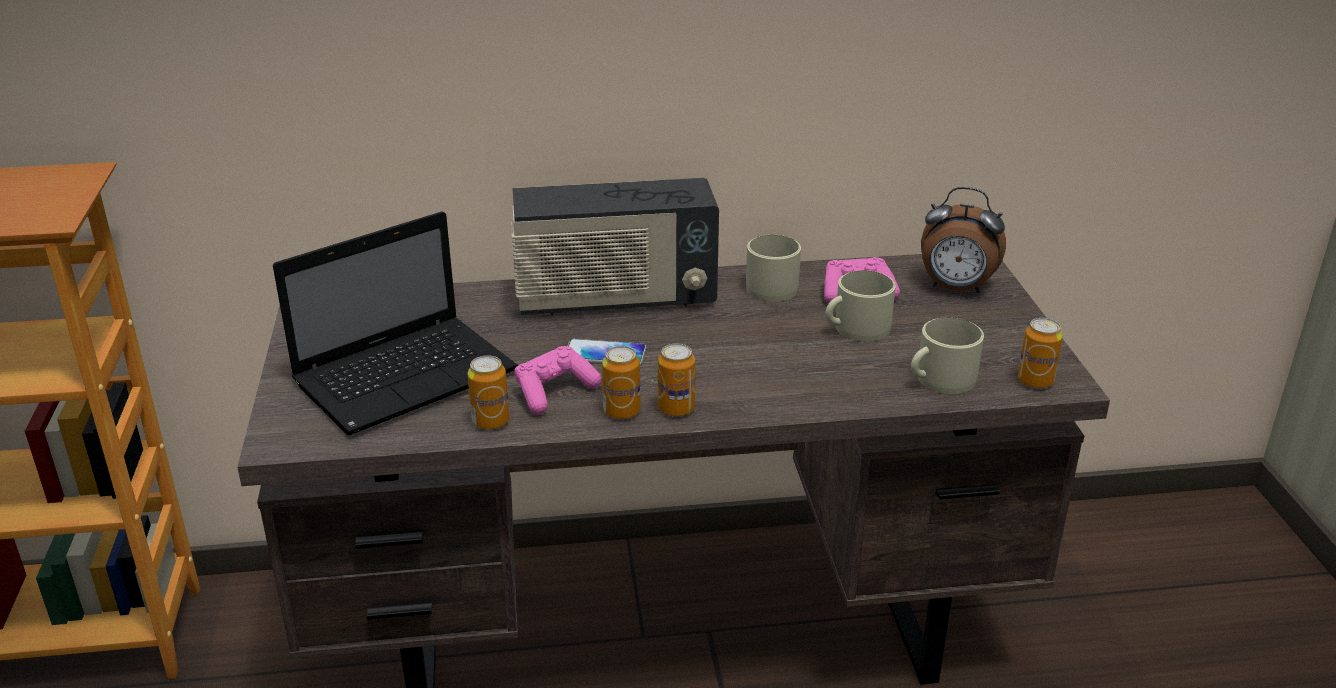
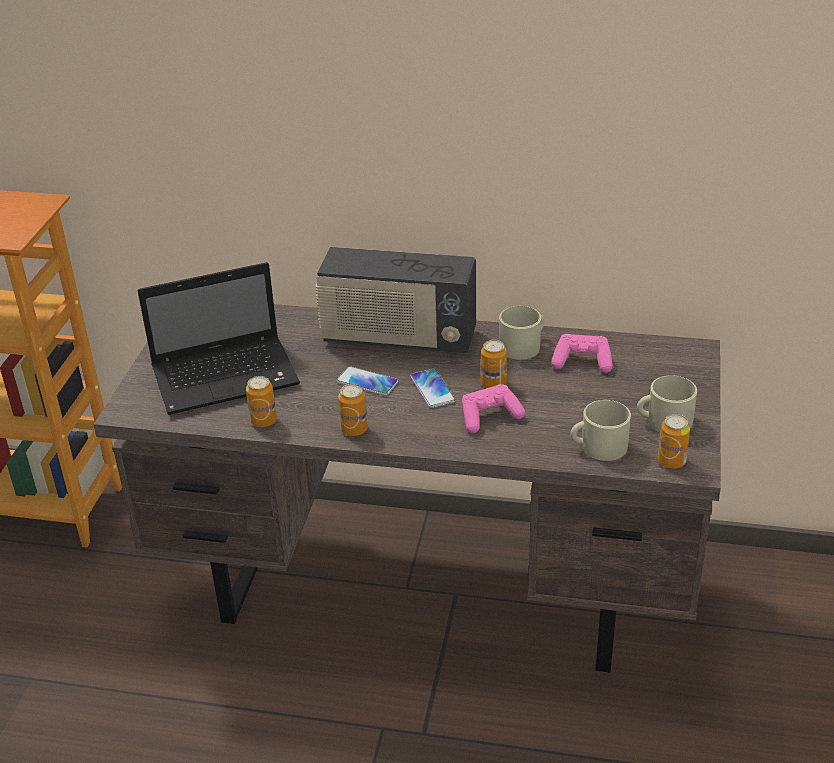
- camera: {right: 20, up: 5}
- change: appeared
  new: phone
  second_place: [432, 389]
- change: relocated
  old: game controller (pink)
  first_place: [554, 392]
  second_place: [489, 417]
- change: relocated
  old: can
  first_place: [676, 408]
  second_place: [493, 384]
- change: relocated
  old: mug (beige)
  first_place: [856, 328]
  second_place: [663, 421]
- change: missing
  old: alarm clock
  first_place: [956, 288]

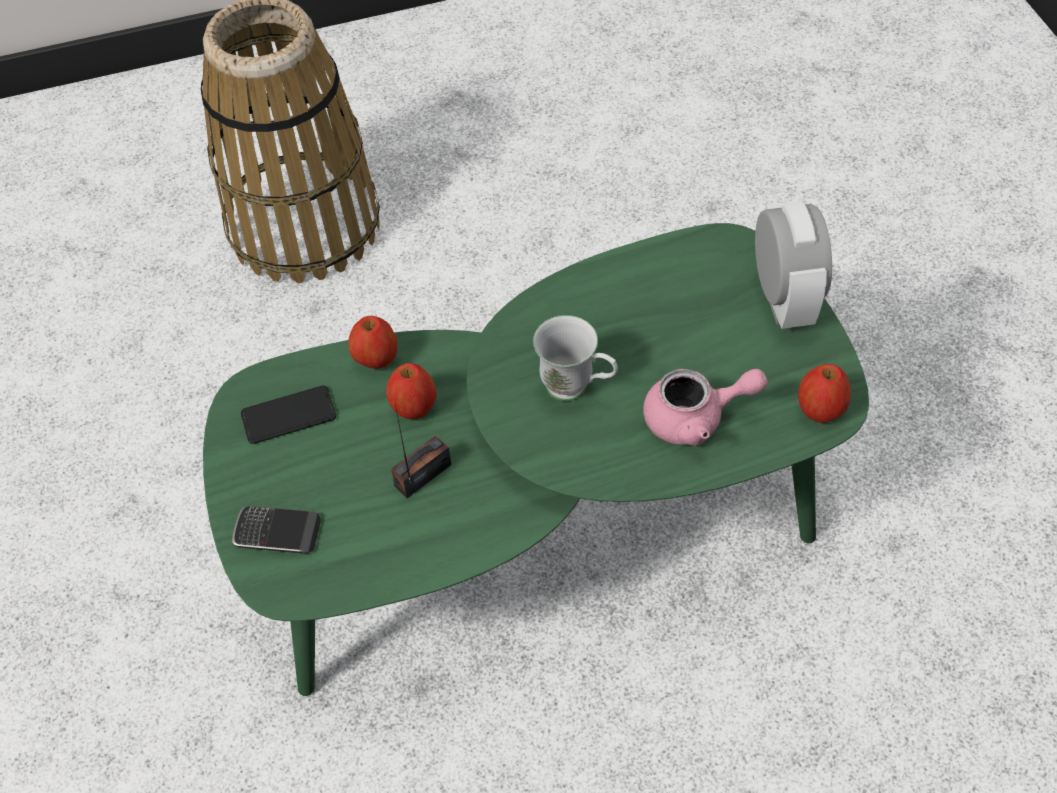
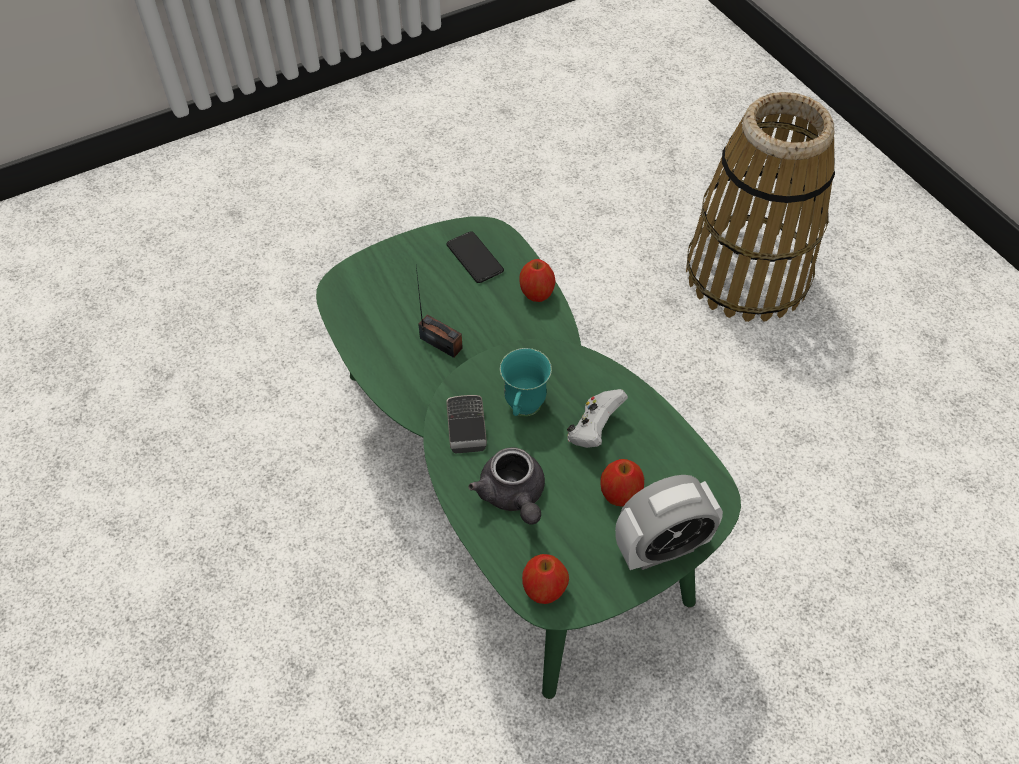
- camera: {right: 75, up: 0}
- change: relocated
  old: phone
  first_place: [277, 533]
  second_place: [466, 426]
- change: colour
  old: teapot (pink)
  new: teapot (grey)
  first_place: [695, 418]
  second_place: [513, 496]
- change: colour
  old: mug (white)
  new: mug (turquoise)
  first_place: [576, 389]
  second_place: [522, 410]
- change: appeared
  new: game controller (white)
  second_place: [594, 430]
- change: relocated
  old: apple
  first_place: [414, 407]
  second_place: [620, 494]

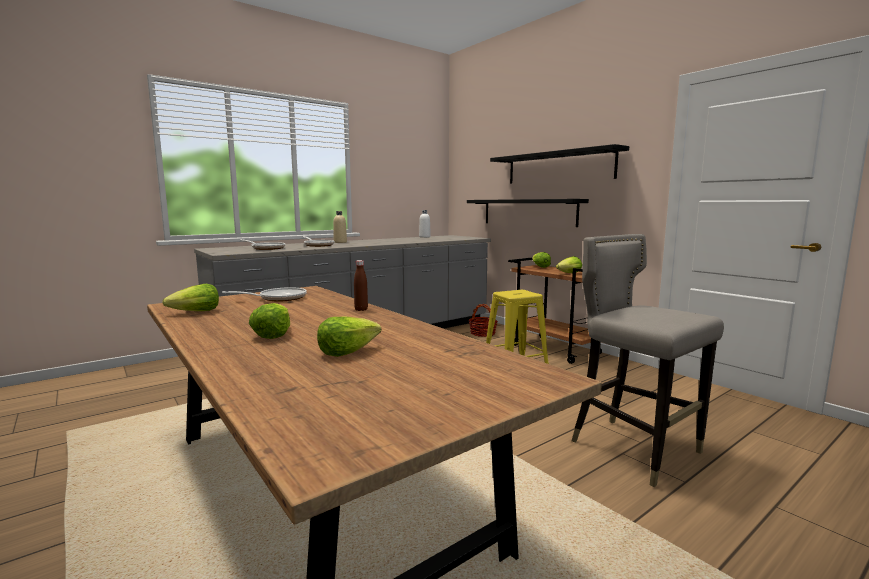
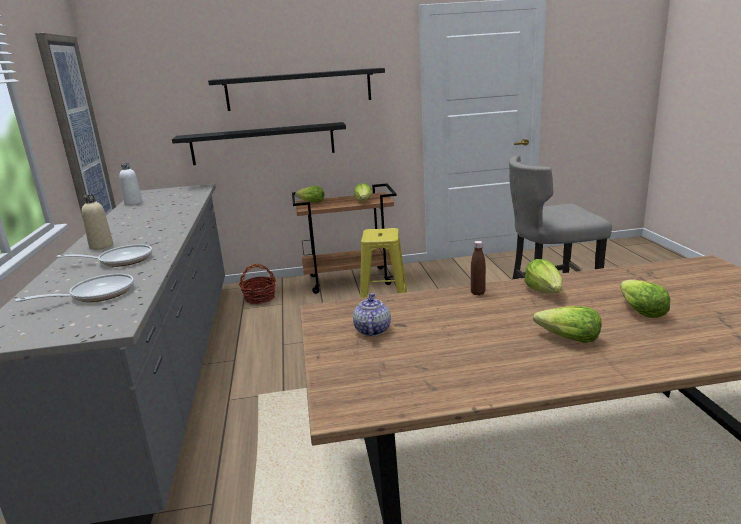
- camera: {right: -60, up: 10}
- change: appeared
  new: picture
  second_place: [78, 138]
- change: exchanged
  old: frying pan
  new: teapot
  first_place: [278, 298]
  second_place: [372, 330]
- change: relocated
  old: lettuce
  first_place: [196, 312]
  second_place: [544, 291]

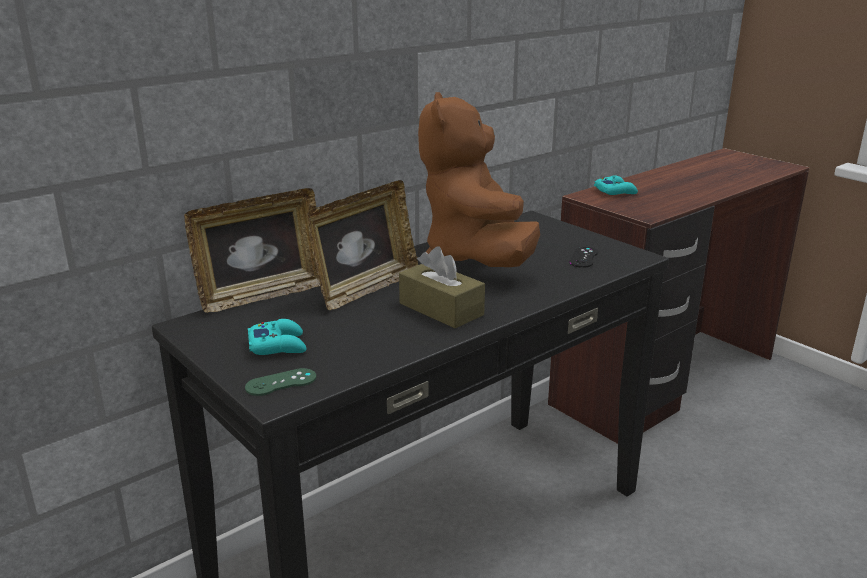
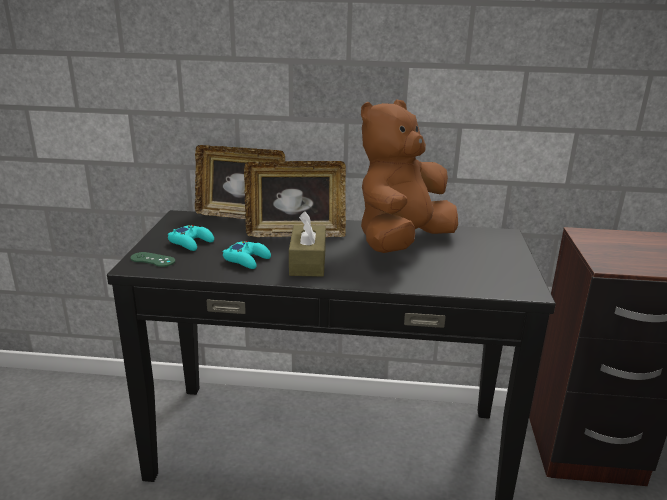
- camera: {right: 45, up: 0}
- change: relocated
  old: game controller (turquoise)
  first_place: [615, 191]
  second_place: [247, 260]
- change: missing
  old: game controller (black)
  first_place: [584, 257]

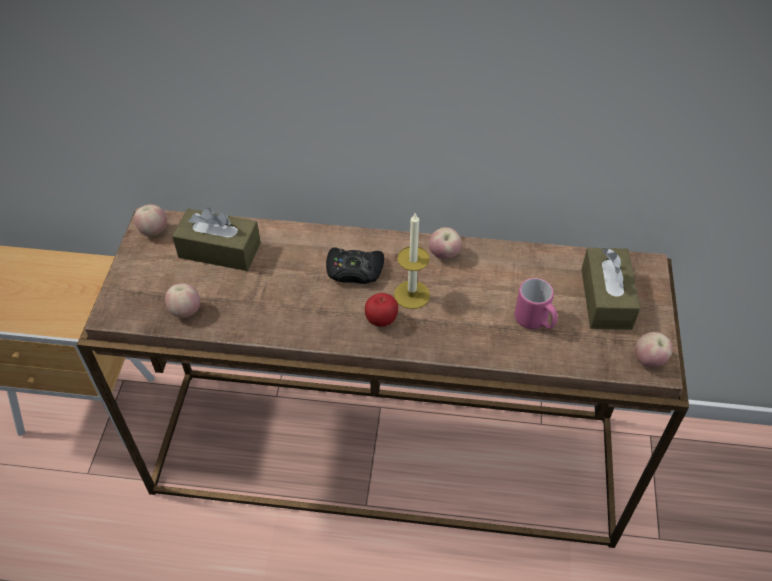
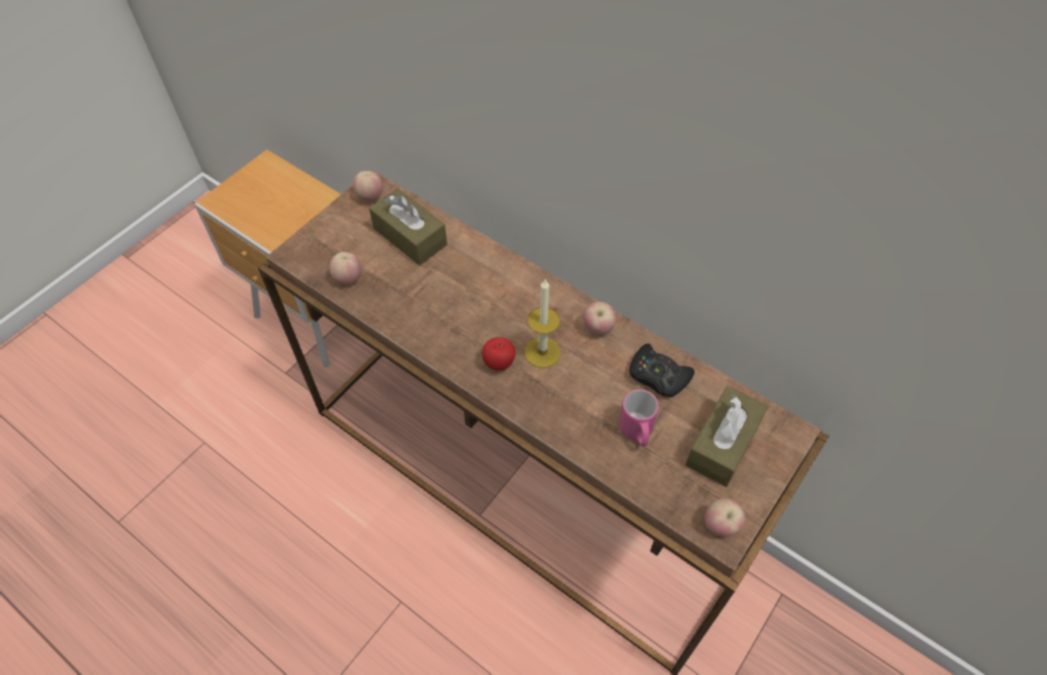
- camera: {right: 30, up: 5}
- change: relocated
  old: game controller (black)
  first_place: [354, 271]
  second_place: [658, 376]

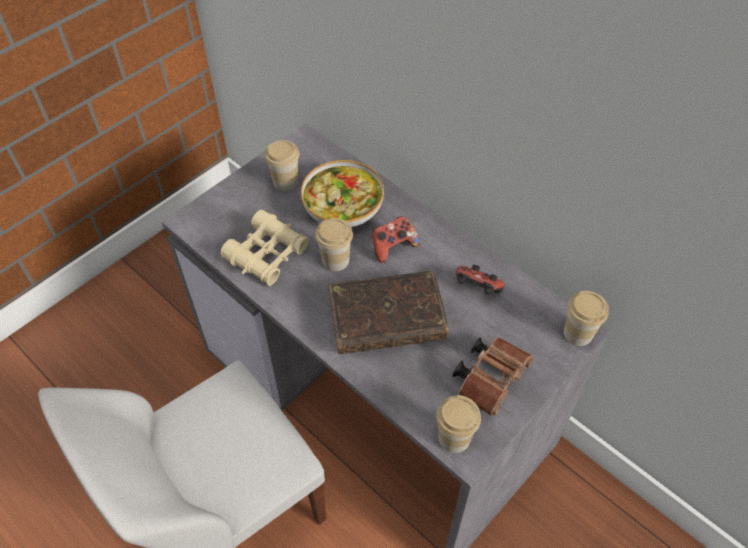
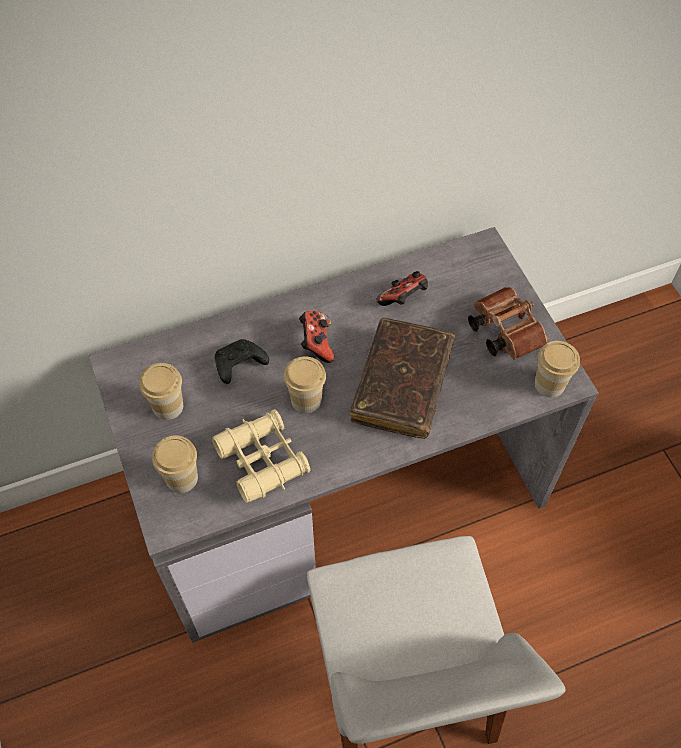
- camera: {right: -65, up: 5}
- change: relocated
  old: cup
  first_place: [578, 333]
  second_place: [181, 478]
- change: exchanged
  old: bowl
  new: game controller (black)
  first_place: [343, 207]
  second_place: [239, 365]

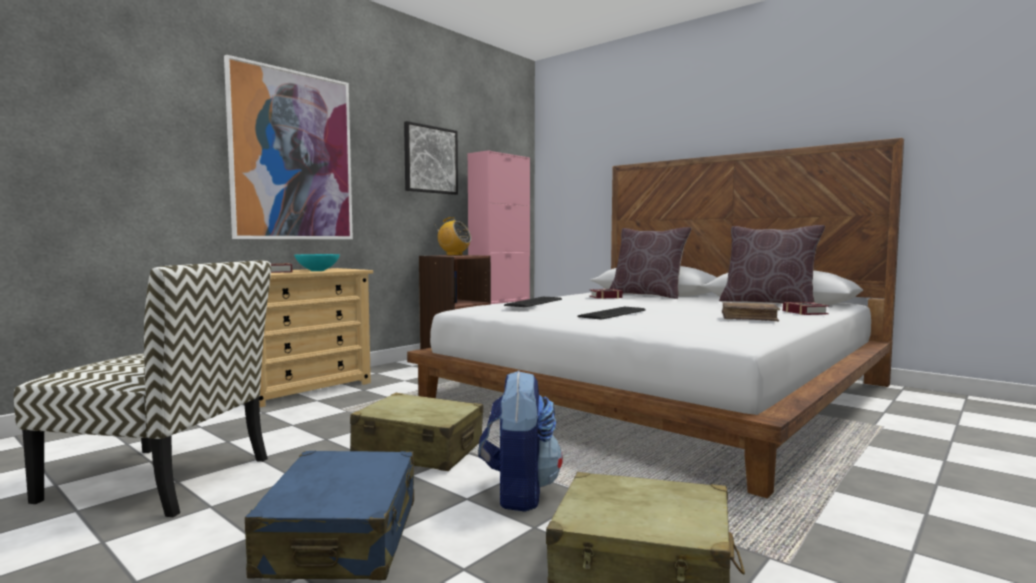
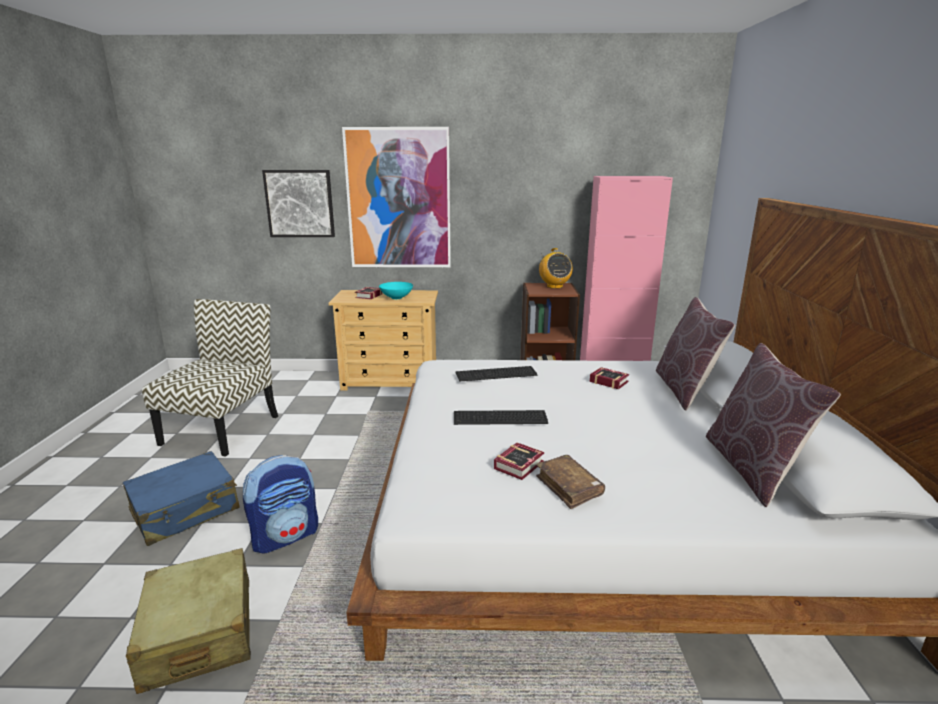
- camera: {right: 50, up: 15}
- change: spun
  old: chair
  first_place: [163, 479]
  second_place: [222, 429]
  degrees: -135
- change: relocated
  old: picture
  first_place: [430, 159]
  second_place: [300, 203]
- change: relocated
  old: book
  first_place: [804, 312]
  second_place: [521, 465]
- change: missing
  old: suitcase (beige)
  first_place: [419, 450]

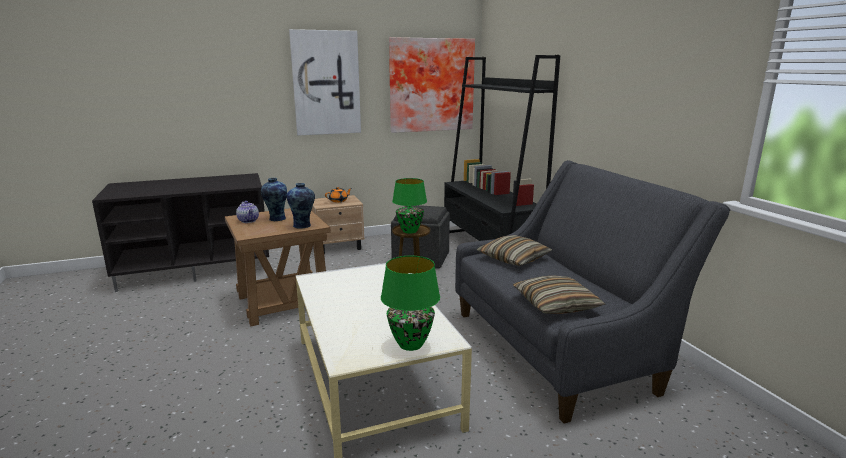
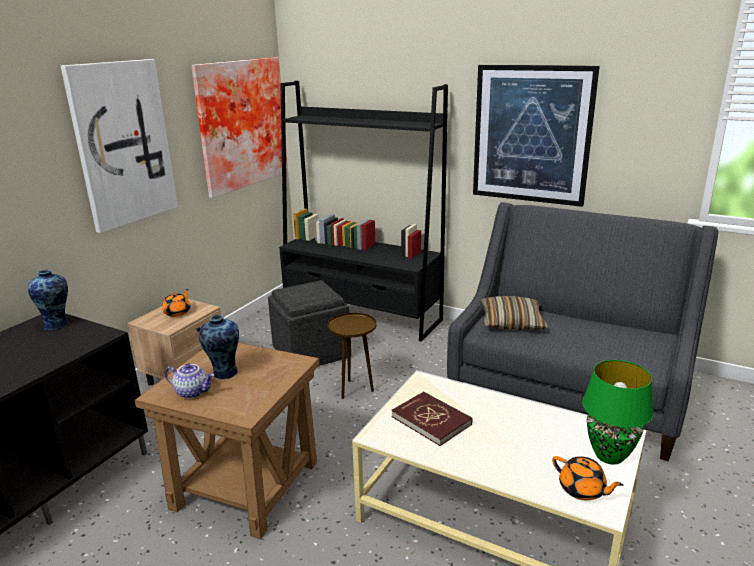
- camera: {right: -40, up: 5}
- change: relocated
  old: vase
  first_place: [303, 226]
  second_place: [57, 324]
- change: appeared
  new: book (red)
  second_place: [431, 420]
- change: appeared
  new: picture
  second_place: [531, 135]
- change: appeared
  new: teapot (orange)
  second_place: [582, 490]
- change: missing
  old: table lamp (green)
  first_place: [410, 231]
- change: missing
  old: pillow
  first_place: [555, 304]

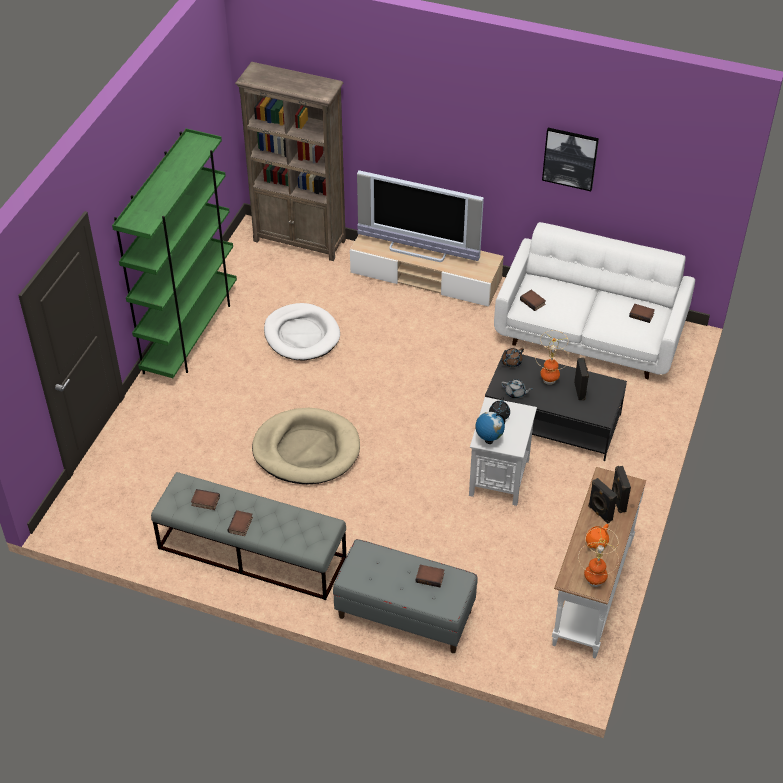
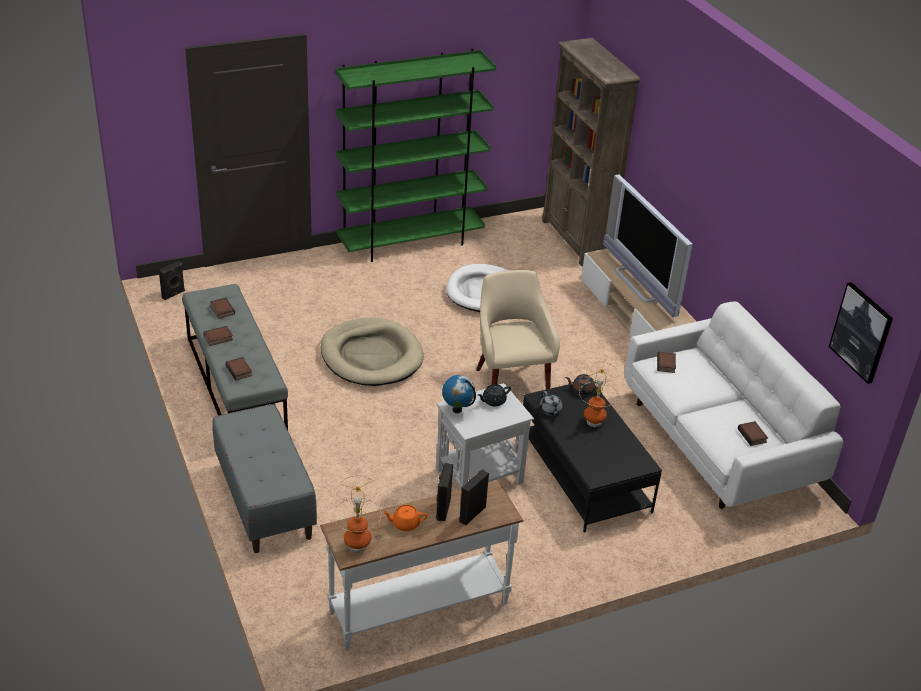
- camera: {right: 45, up: -10}
- change: relocated
  old: speaker (black)
  first_place: [580, 391]
  second_place: [174, 294]
- change: relocated
  old: book
  first_place: [430, 577]
  second_place: [240, 371]
- change: appeared
  new: armchair (beige)
  second_place: [511, 379]
- change: relocated
  old: picture
  first_place: [570, 158]
  second_place: [861, 332]

